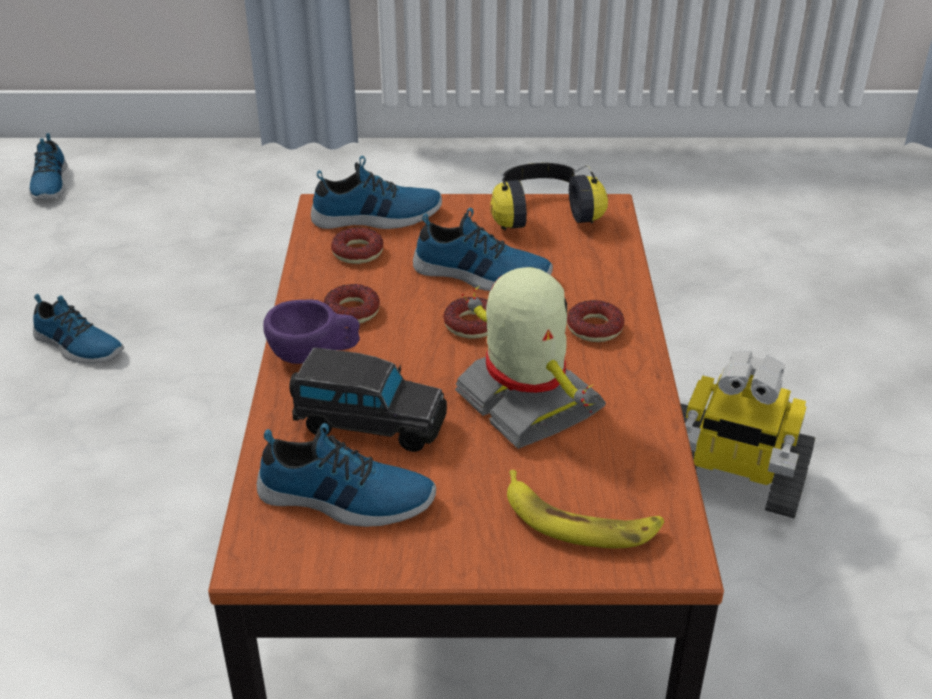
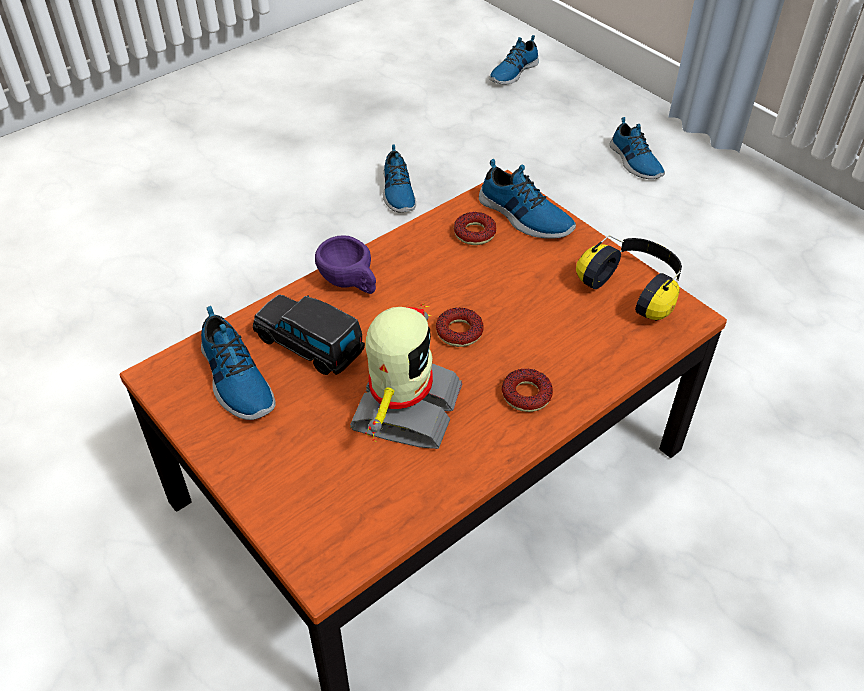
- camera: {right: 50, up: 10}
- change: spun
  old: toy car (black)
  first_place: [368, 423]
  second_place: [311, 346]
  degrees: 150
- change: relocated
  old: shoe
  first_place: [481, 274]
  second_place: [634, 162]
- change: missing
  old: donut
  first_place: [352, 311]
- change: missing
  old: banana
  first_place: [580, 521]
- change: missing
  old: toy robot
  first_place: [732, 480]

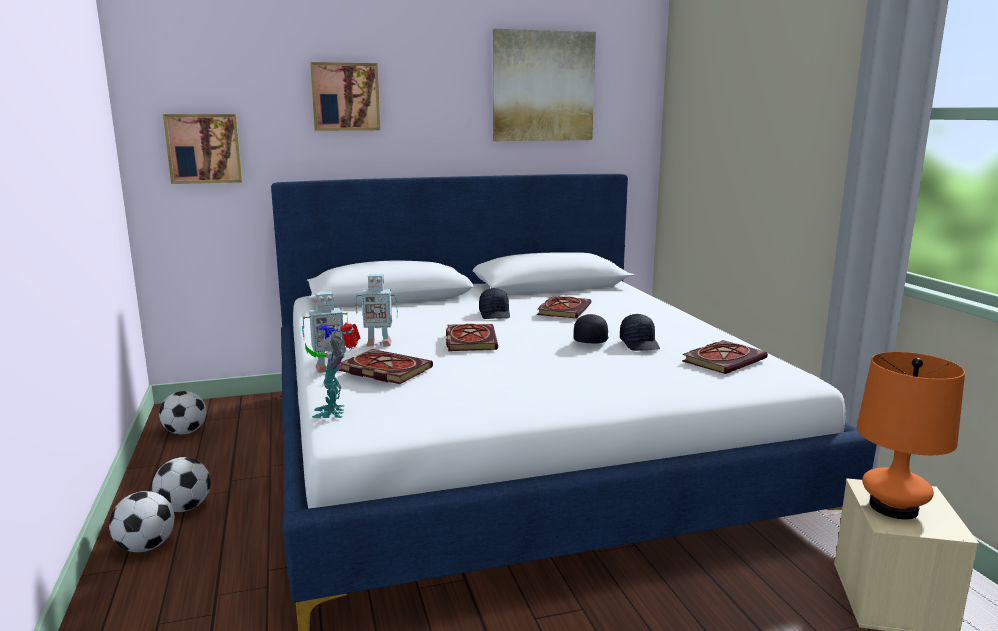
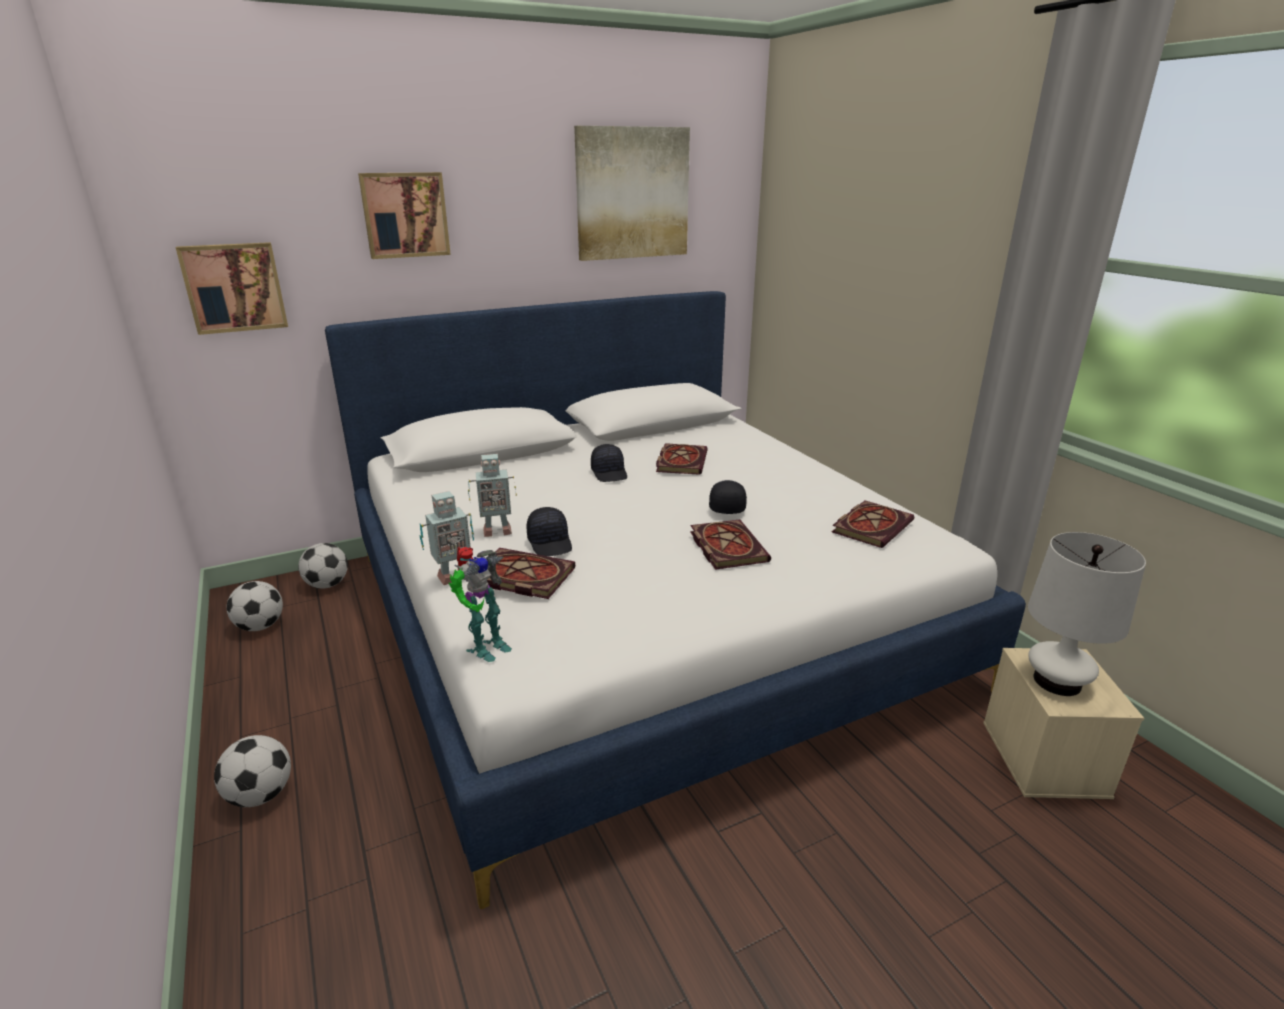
- camera: {right: -10, up: 10}
- change: relocated
  old: football
  first_place: [184, 508]
  second_place: [327, 585]
- change: spun
  old: toy robot
  first_place: [334, 411]
  second_place: [485, 647]
  degrees: -120
- change: relocated
  old: cap (black)
  first_place: [640, 344]
  second_place: [550, 543]
- change: relocated
  old: book
  first_place: [469, 340]
  second_place: [725, 546]
- change: colour
  old: table lamp (orange)
  new: table lamp (white)
  first_place: [893, 507]
  second_place: [1057, 681]

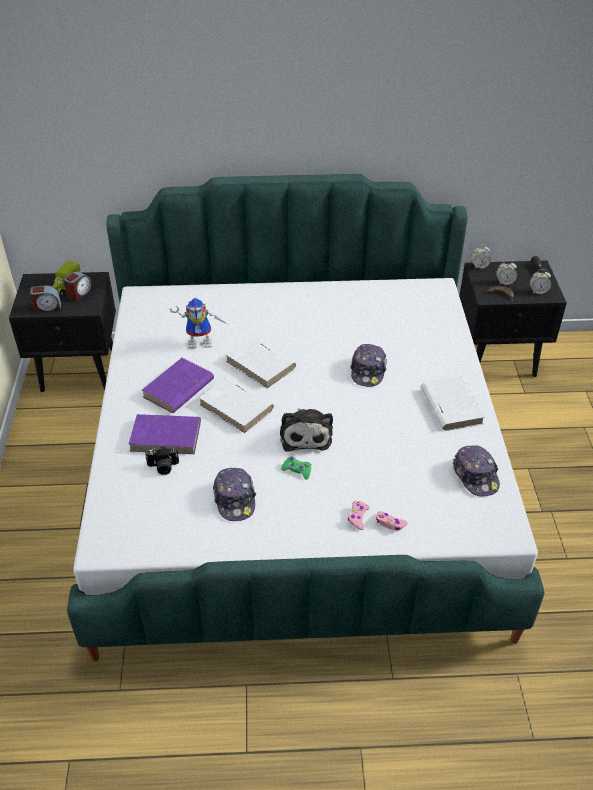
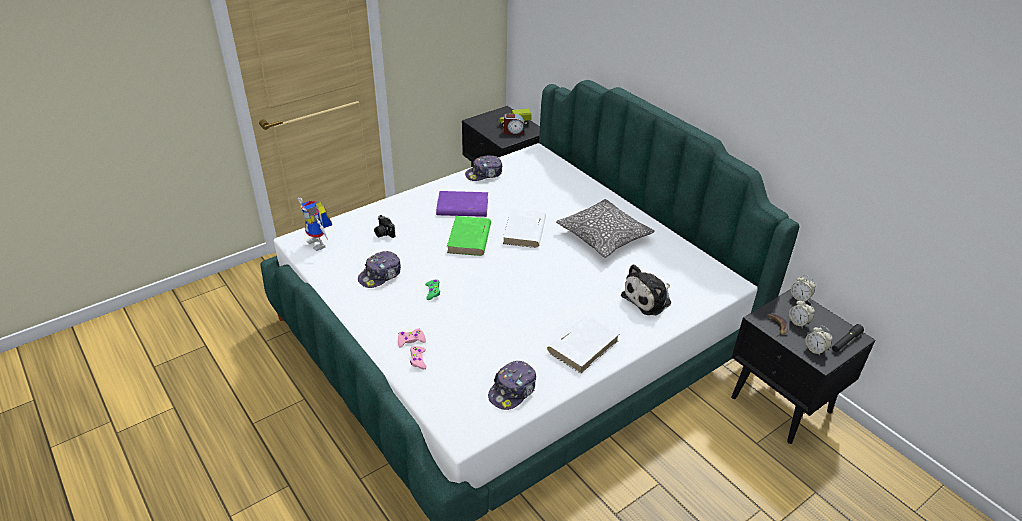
- camera: {right: 55, up: -5}
- change: relocated
  old: toy robot
  first_place: [202, 341]
  second_place: [320, 243]
- change: colour
  old: book (white)
  new: book (green)
  first_place: [237, 407]
  second_place: [469, 239]
- change: relocated
  old: cap
  first_place: [368, 371]
  second_place: [484, 174]
- change: appeared
  new: pillow
  second_place: [604, 236]
- change: relocated
  old: plush toy
  first_place: [305, 434]
  second_place: [648, 299]
- change: missing
  old: alarm clock
  first_place: [47, 307]
- change: missing
  old: book (purple)
  first_place: [166, 436]

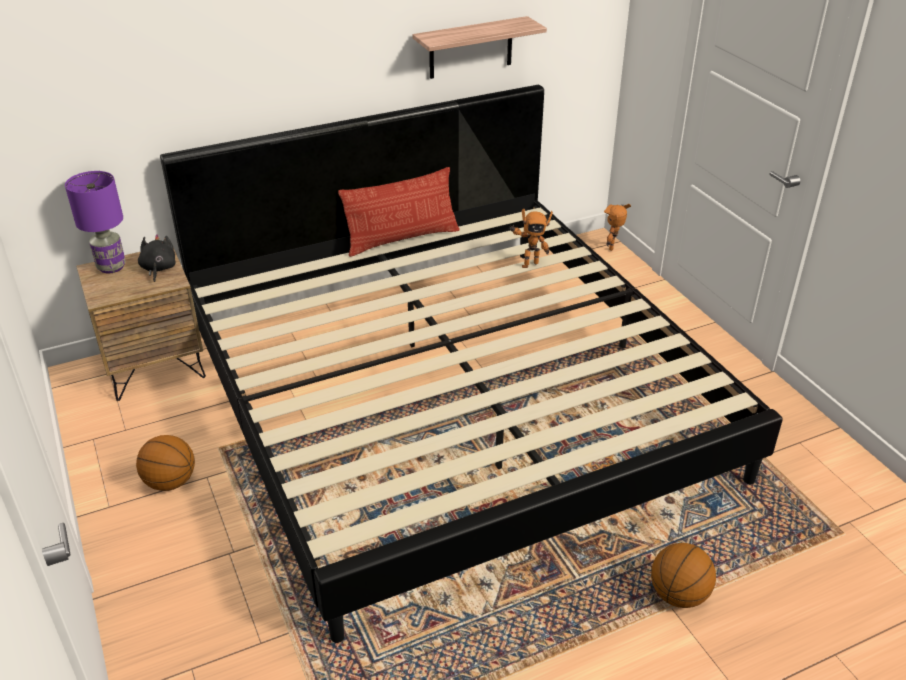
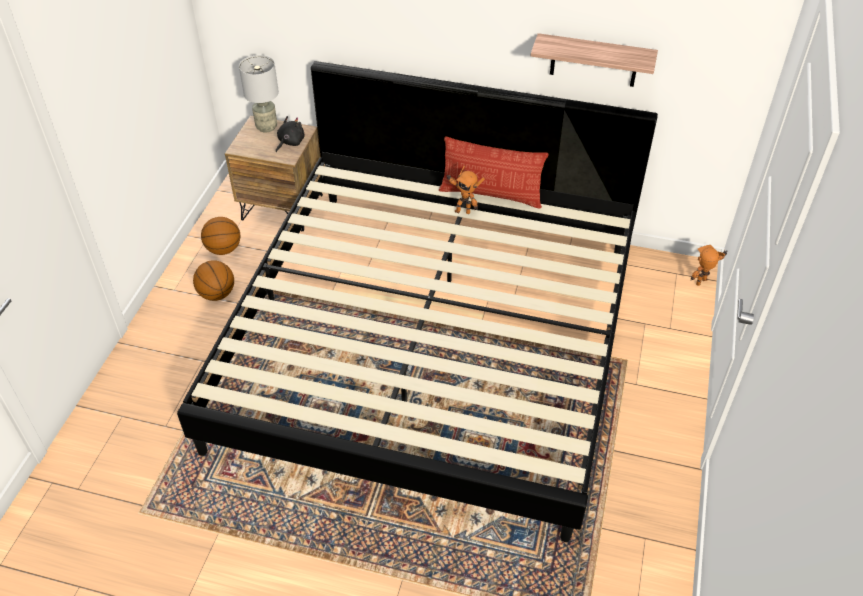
- camera: {right: 40, up: 10}
- change: relocated
  old: basketball
  first_place: [679, 595]
  second_place: [224, 249]
- change: colour
  old: table lamp (purple)
  new: table lamp (grey)
  first_place: [112, 267]
  second_place: [267, 127]
- change: relocated
  old: toy robot
  first_place: [528, 264]
  second_place: [462, 211]

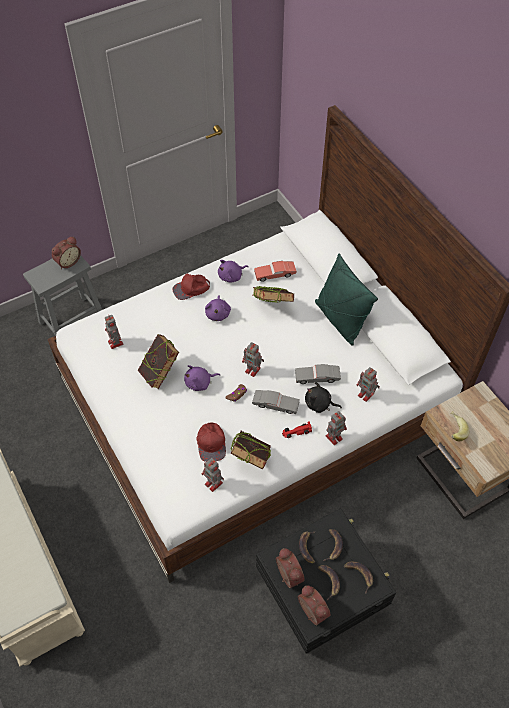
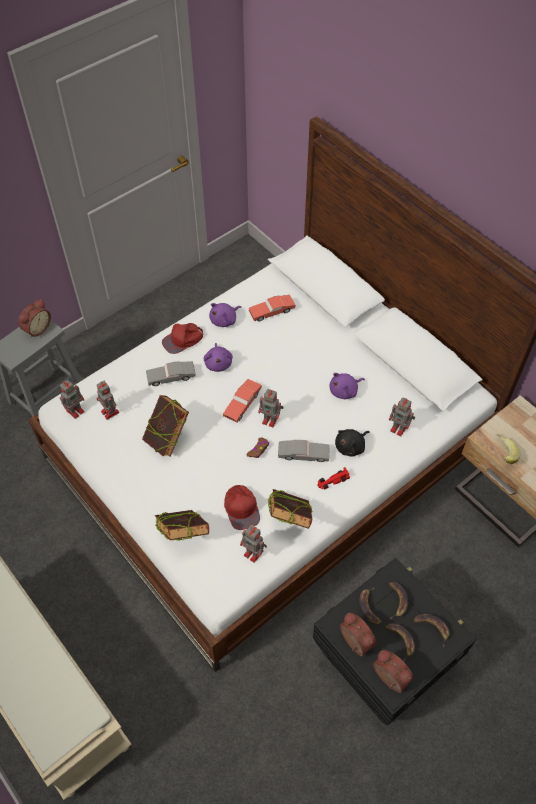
- camera: {right: -10, up: 0}
- change: relocated
  old: toy robot
  first_place: [334, 437]
  second_place: [76, 410]
- change: relocated
  old: toy car (grey)
  first_place: [317, 377]
  second_place: [171, 377]
- change: relocated
  old: book
  first_place: [272, 307]
  second_place: [183, 536]
- change: appeared
  new: toy car (red)
  second_place: [242, 404]
- change: relocated
  old: plush toy (purple)
  first_place: [200, 383]
  second_place: [345, 391]
- change: spun
  old: plush toy (black)
  first_place: [319, 404]
  second_place: [351, 446]
  degrees: -45
- change: missing
  old: pillow (green)
  first_place: [340, 320]

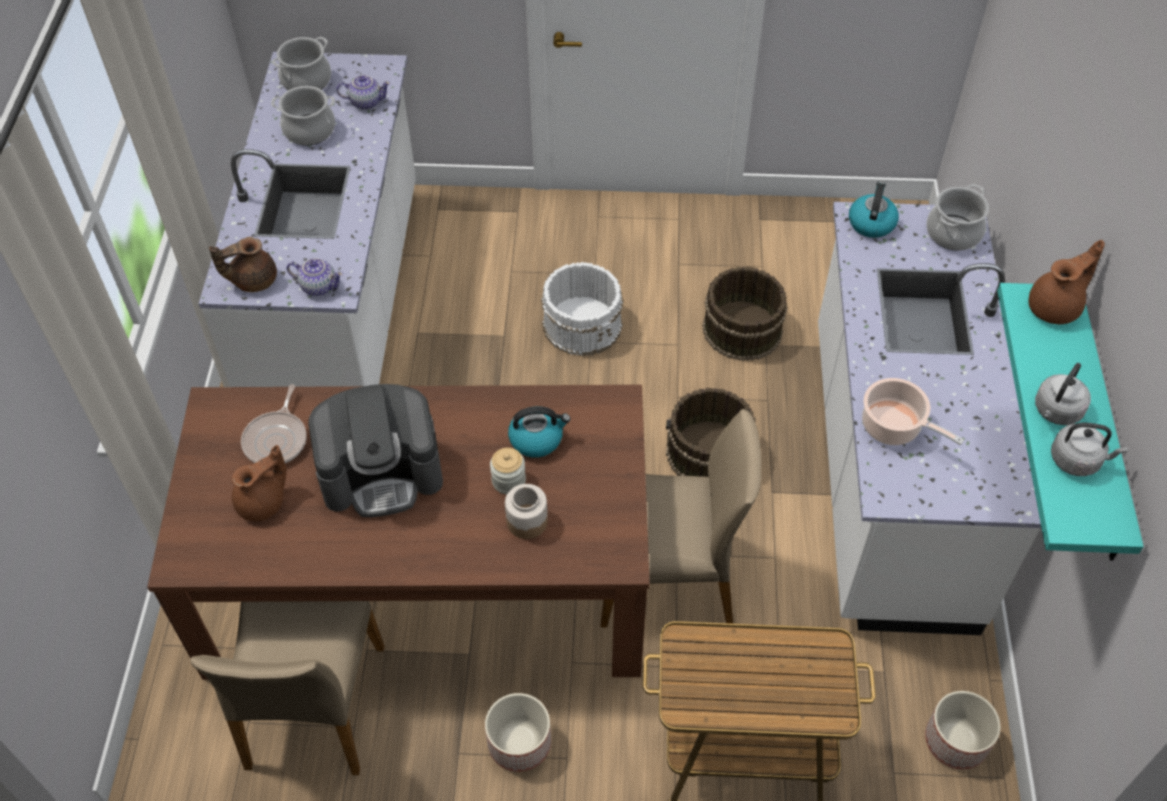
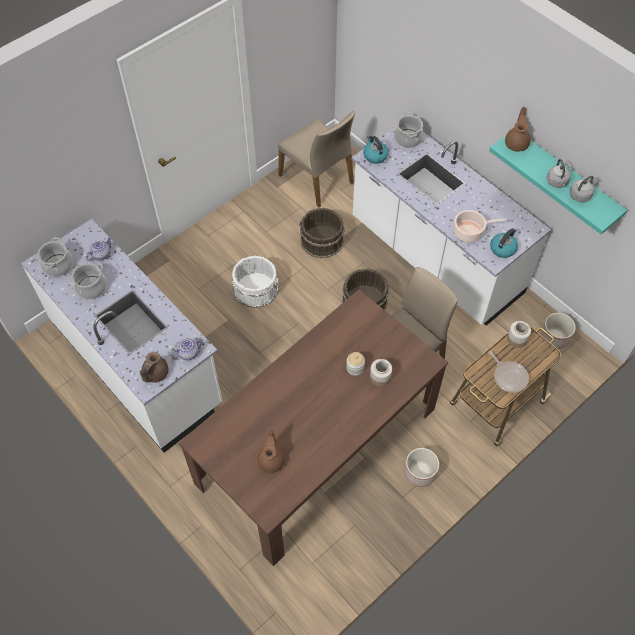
- camera: {right: -45, up: 5}
- change: relocated
  old: chair (beige)
  first_place: [313, 708]
  second_place: [317, 179]
- change: relocated
  old: frying pan
  first_place: [277, 439]
  second_place: [509, 376]
- change: relocated
  old: kettle
  first_place: [537, 439]
  second_place: [503, 248]
- change: appeared
  new: jar
  second_place: [517, 339]
- change: missing
  old: coffee machine
  first_place: [382, 472]

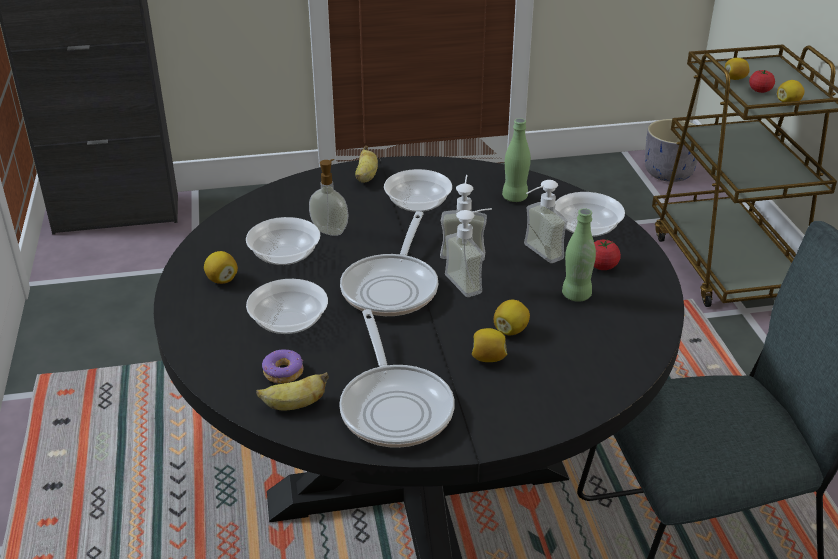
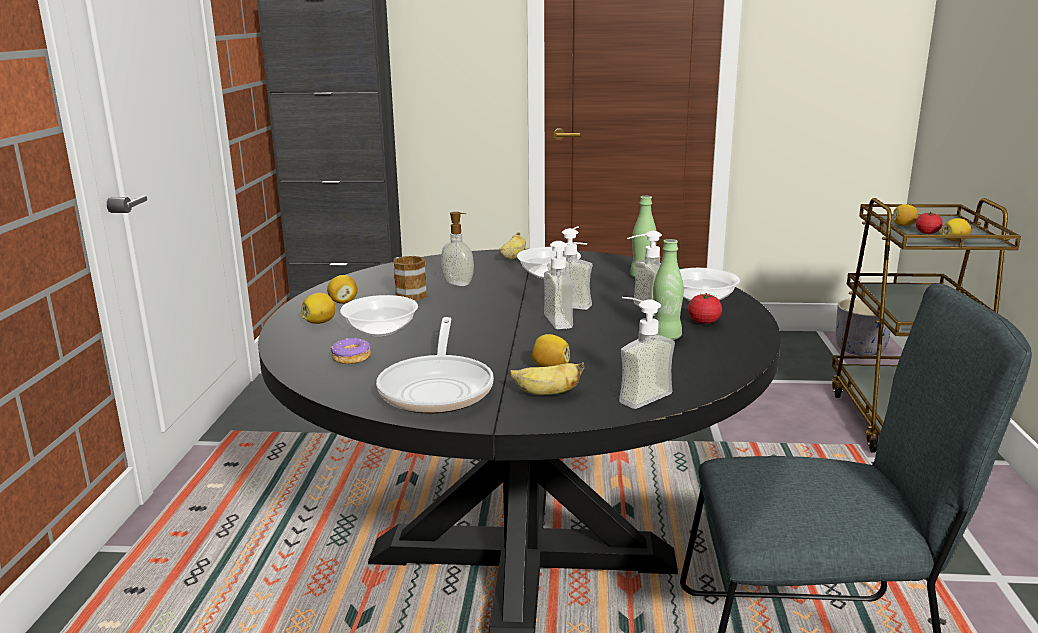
- camera: {right: 15, up: -15}
- change: relocated
  old: lemon
  first_place: [510, 330]
  second_place: [320, 322]
- change: exchanged
  old: bowl
  new: mug
  first_place: [284, 256]
  second_place: [407, 293]
- change: relocated
  old: banana
  first_place: [294, 405]
  second_place: [546, 393]
- change: appeared
  new: soap dispenser
  second_place: [636, 394]
- change: missing
  old: frying pan
  first_place: [393, 287]

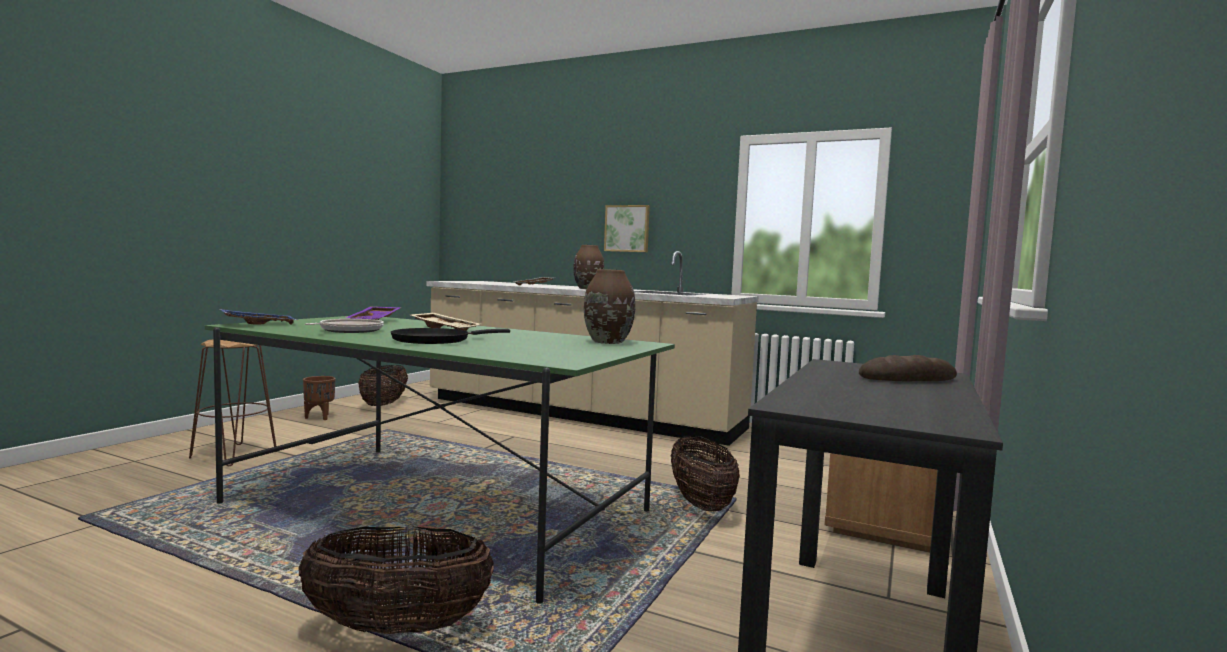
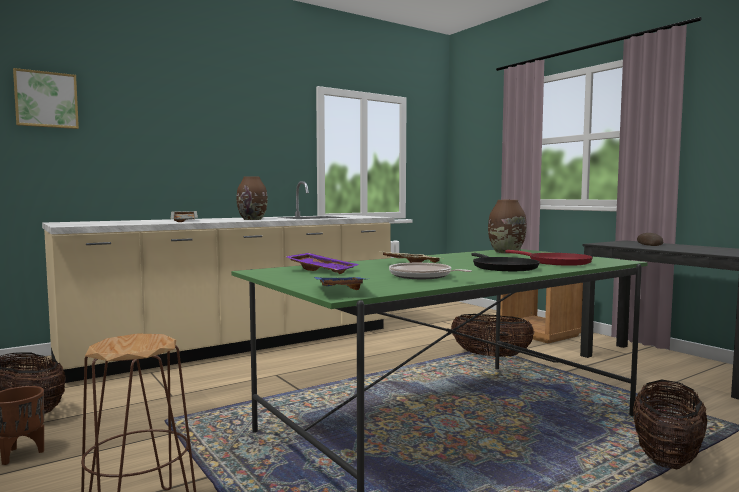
- camera: {right: -60, up: 0}
- change: relocated
  old: picture
  first_place: [627, 228]
  second_place: [46, 100]
- change: appeared
  new: frying pan (red)
  second_place: [555, 262]

